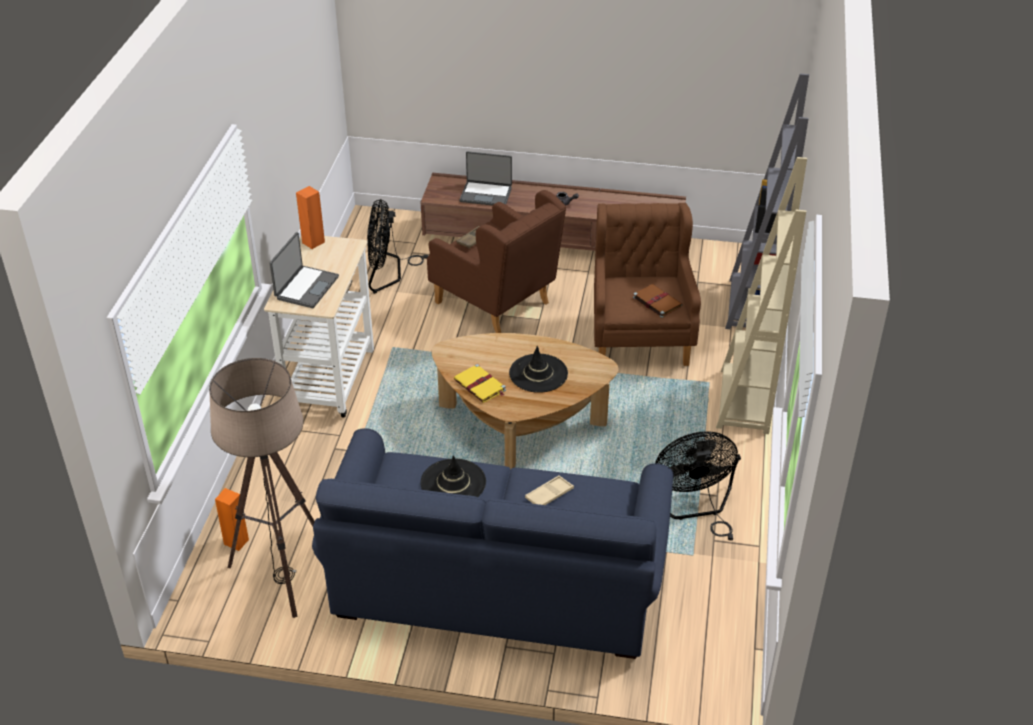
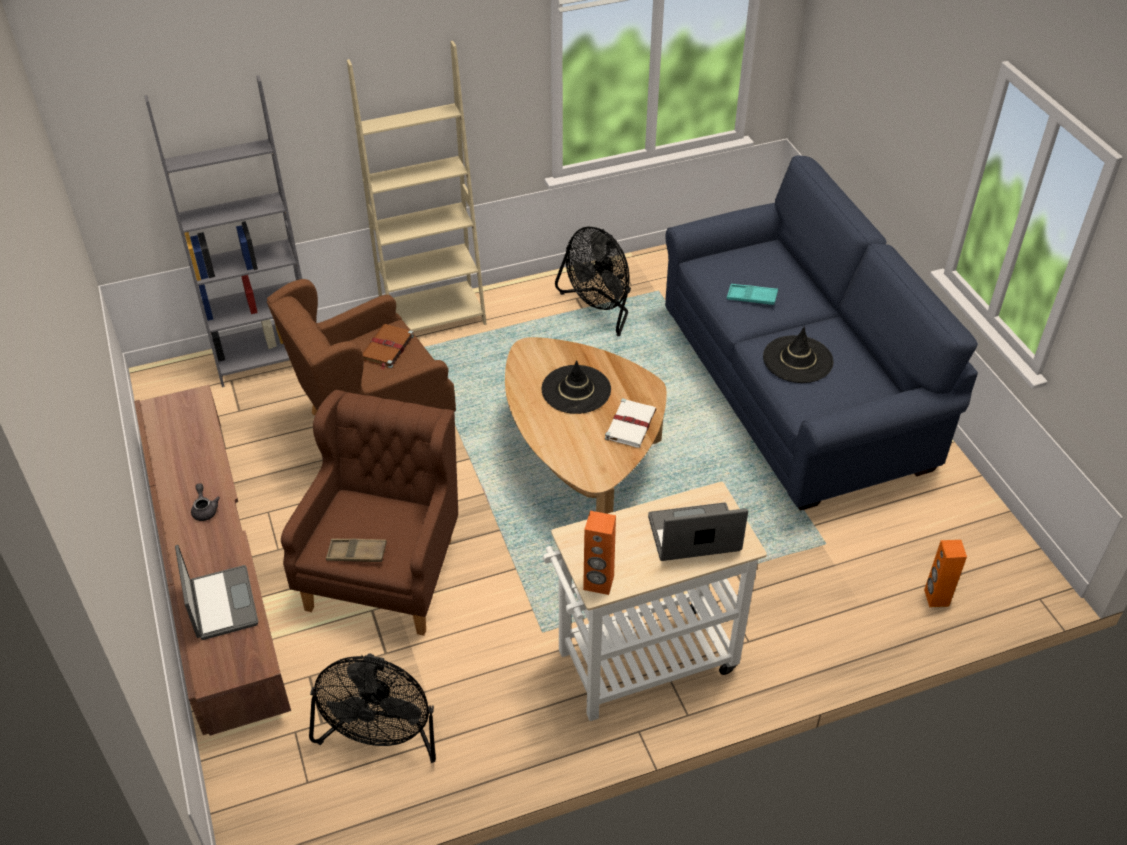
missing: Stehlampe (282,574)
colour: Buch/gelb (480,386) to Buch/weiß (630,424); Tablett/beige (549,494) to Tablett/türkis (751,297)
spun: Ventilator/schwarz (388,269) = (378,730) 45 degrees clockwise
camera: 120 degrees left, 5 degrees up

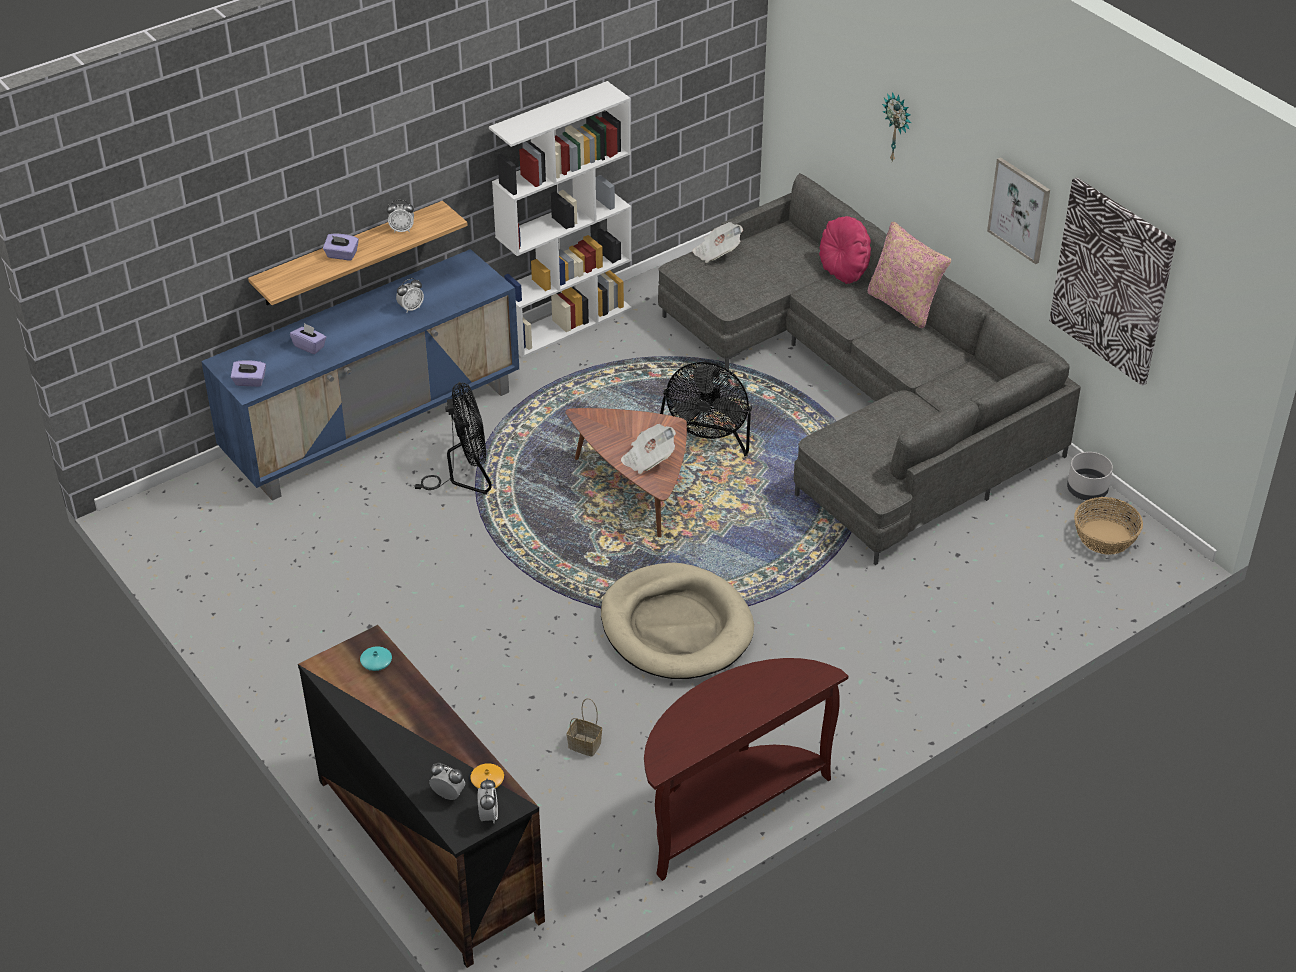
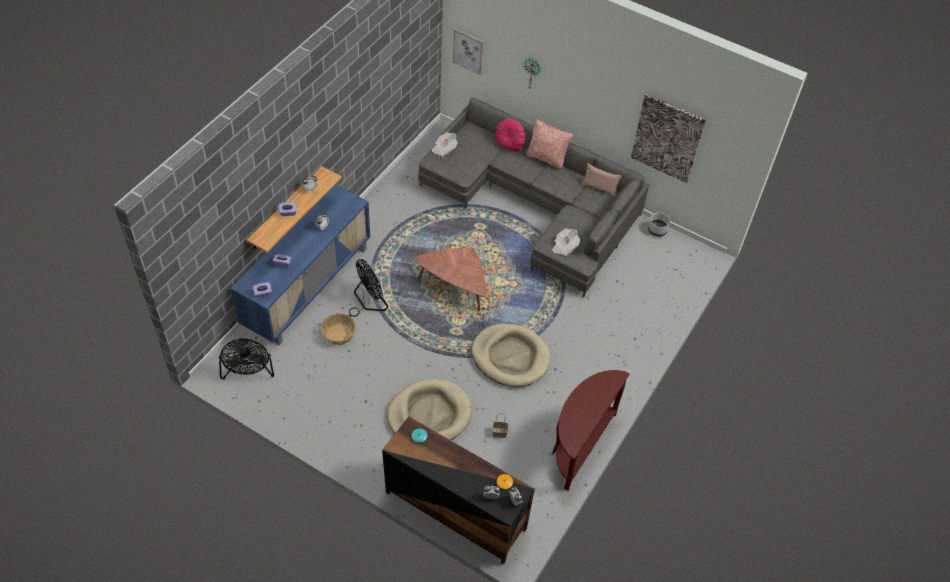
missing: Bücherregal/weiß (567,323)
appeared: Hundebett/beige (429,414); Kissen/beige (599,188)
relocated: Zeitung (648,459) to (564,246); Ventilator/schwarz (705,435) to (246,369); Bild (1019,210) to (468,51); Korb (1105,537) to (339,334)
camera: 25 degrees left, 10 degrees up

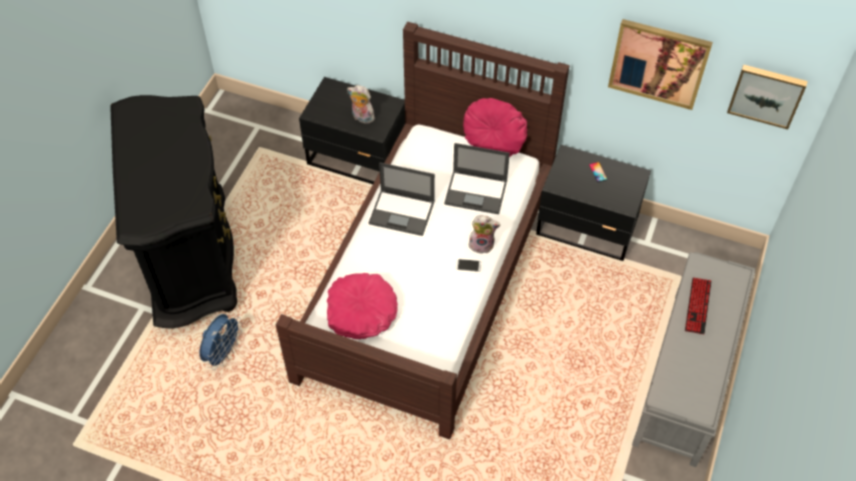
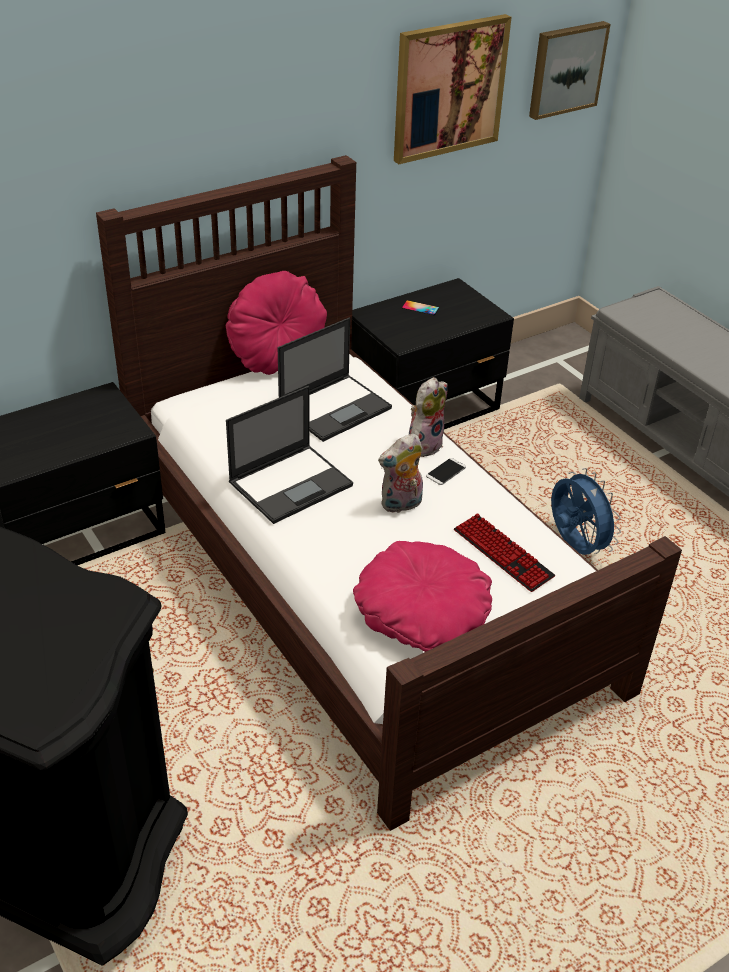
relocated: Ventilator/blau (223,353) to (574,547); Plüschtier (361,118) to (401,505); Tastatur (697,306) to (502,554)
camera: 55 degrees left, 15 degrees down

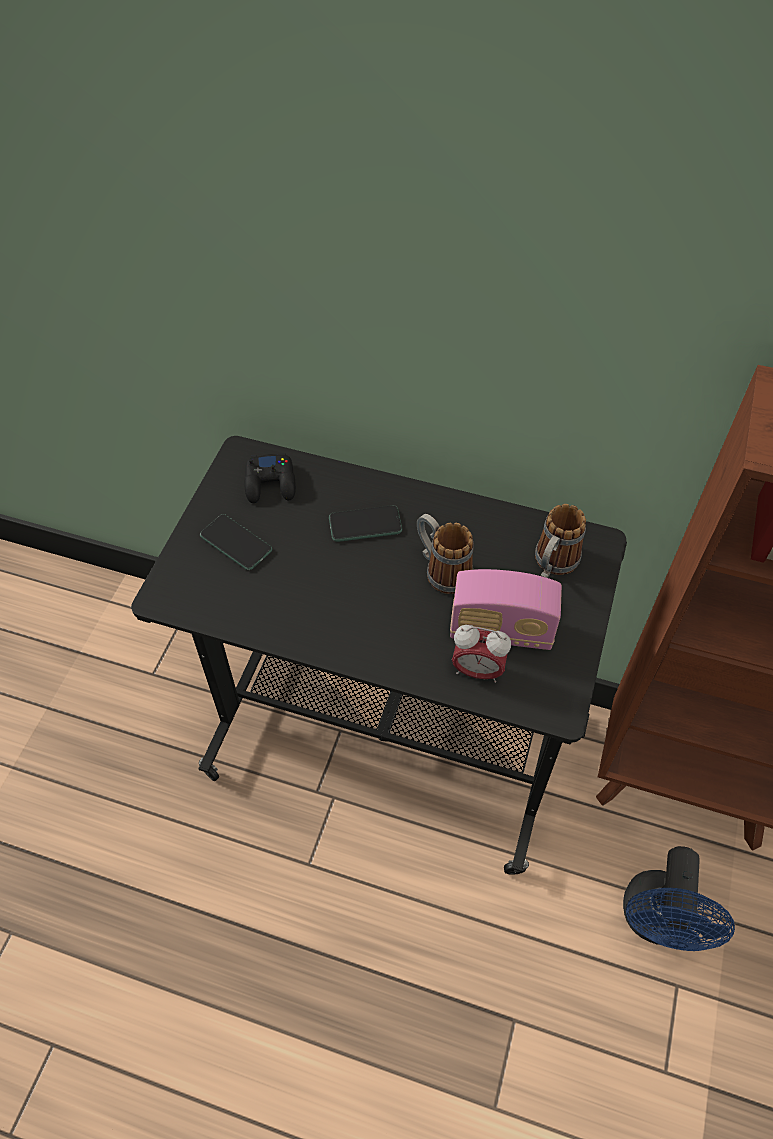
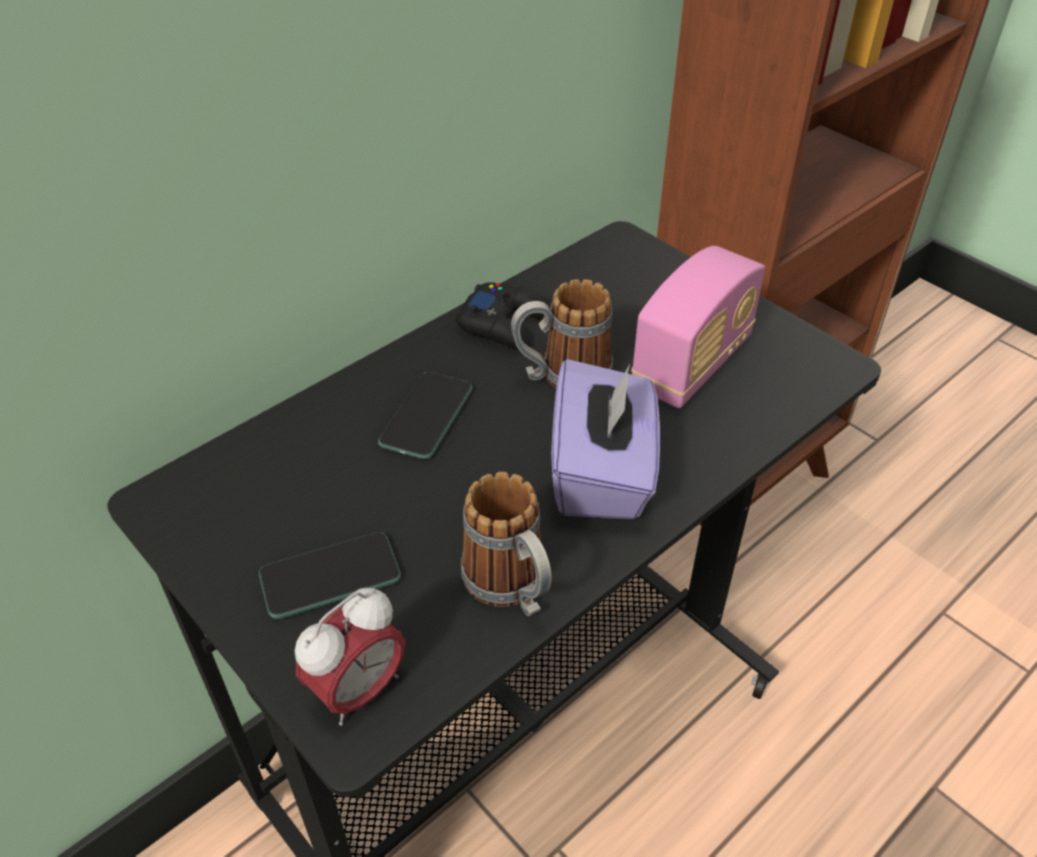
missing: Ventilator/blau (657,922)
appeared: Taschentuchbox/lila (602,473)
relocated: Gamepad/schwarz (271,483) to (504,324); Wecker (477,670) to (359,691); Henkelbecher (552,565) to (512,589)
camera: 60 degrees left, 10 degrees down

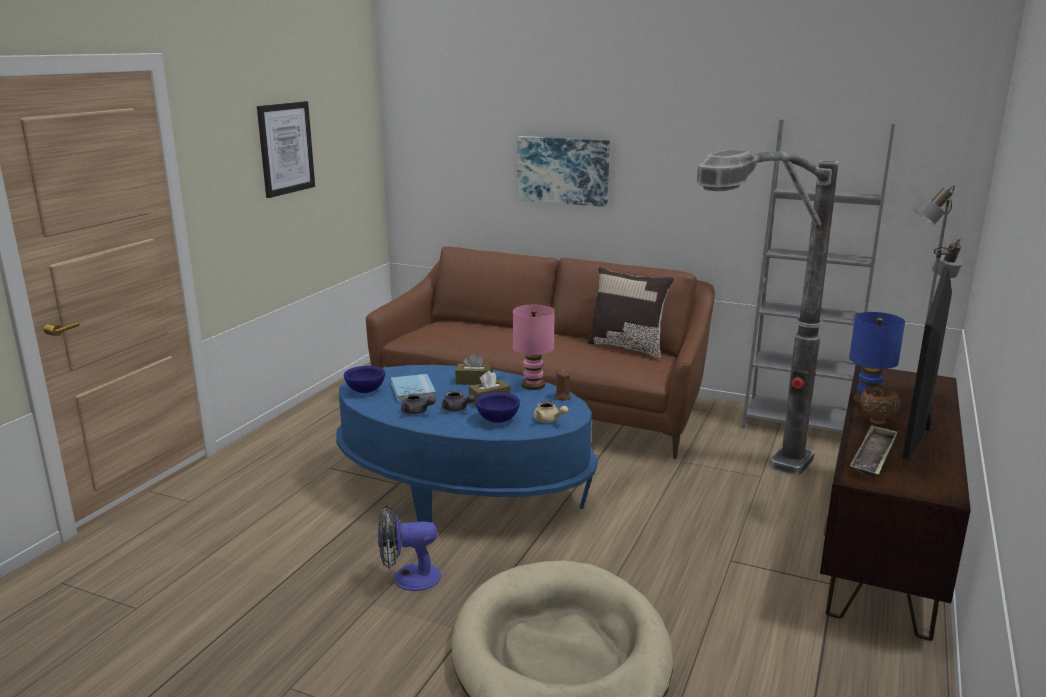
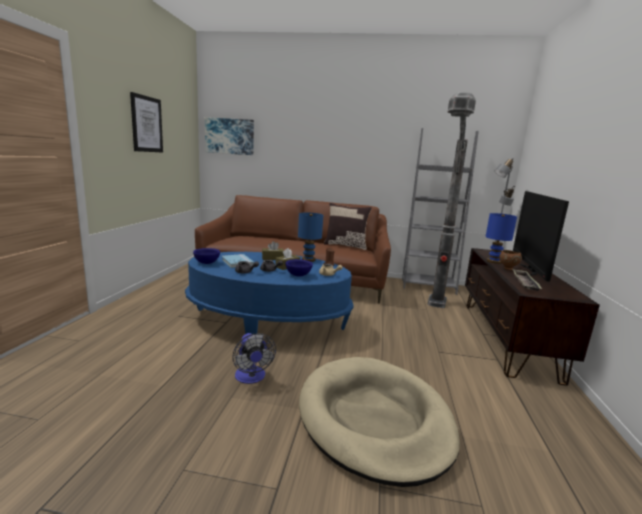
relocated: Bild (563,170) to (229,136)
colour: Tischlampe/rosa (533,385) to Tischlampe/blau (308,260)
spun: Ventilator (408,578) = (251,378) 90 degrees counterclockwise
camera: 15 degrees left, 5 degrees down

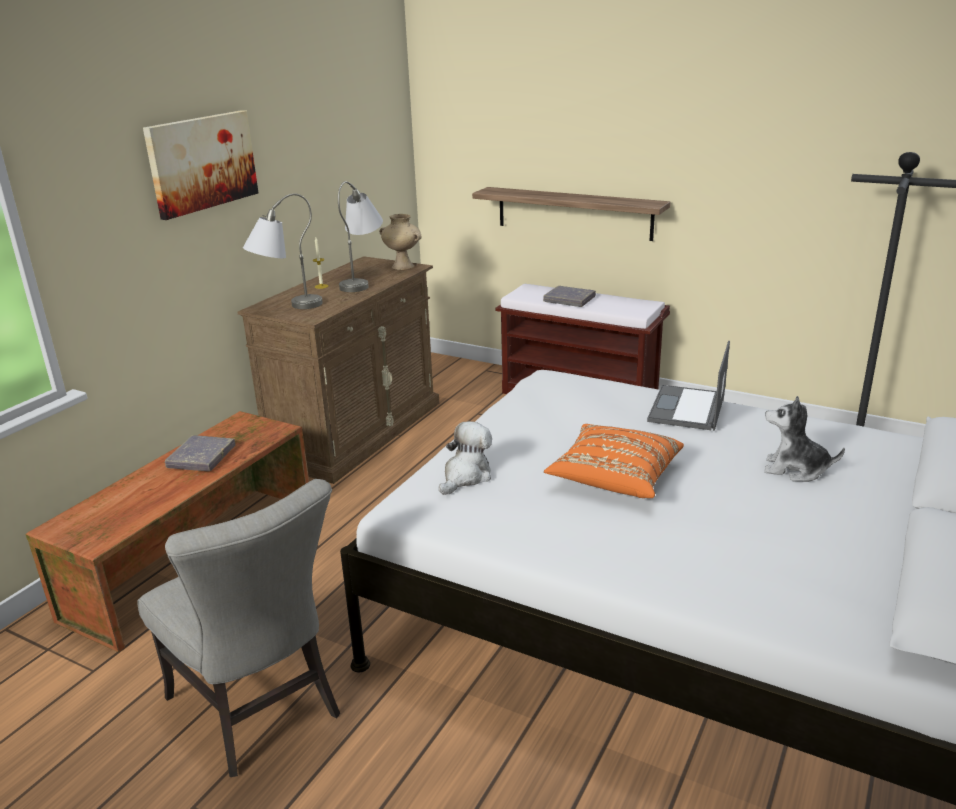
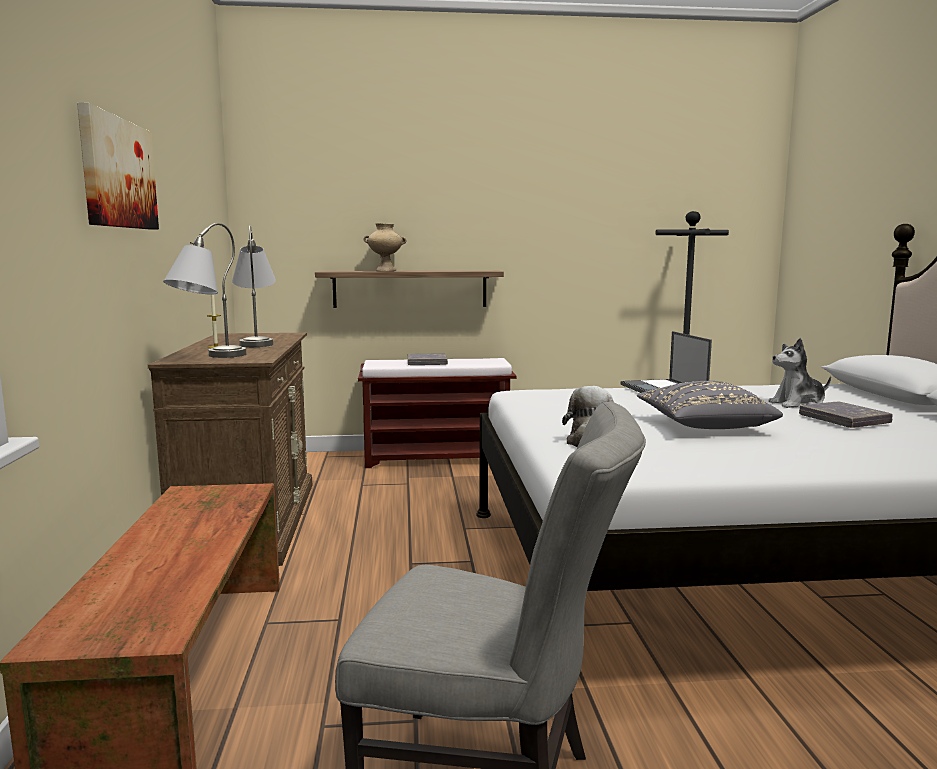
relocated: Buch/grau (201,457) to (843,420); Vase/beige (403,266) to (386,271)
colour: Kissen/orange (614,478) to Kissen/grau (703,426)
camera: 35 degrees left, 15 degrees down

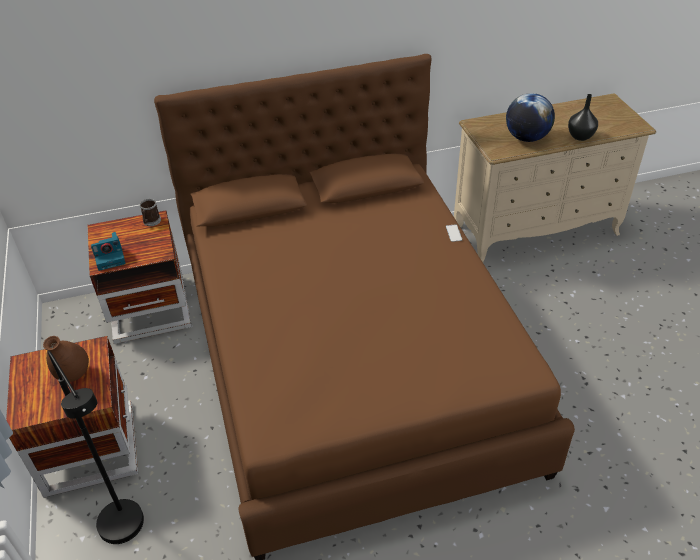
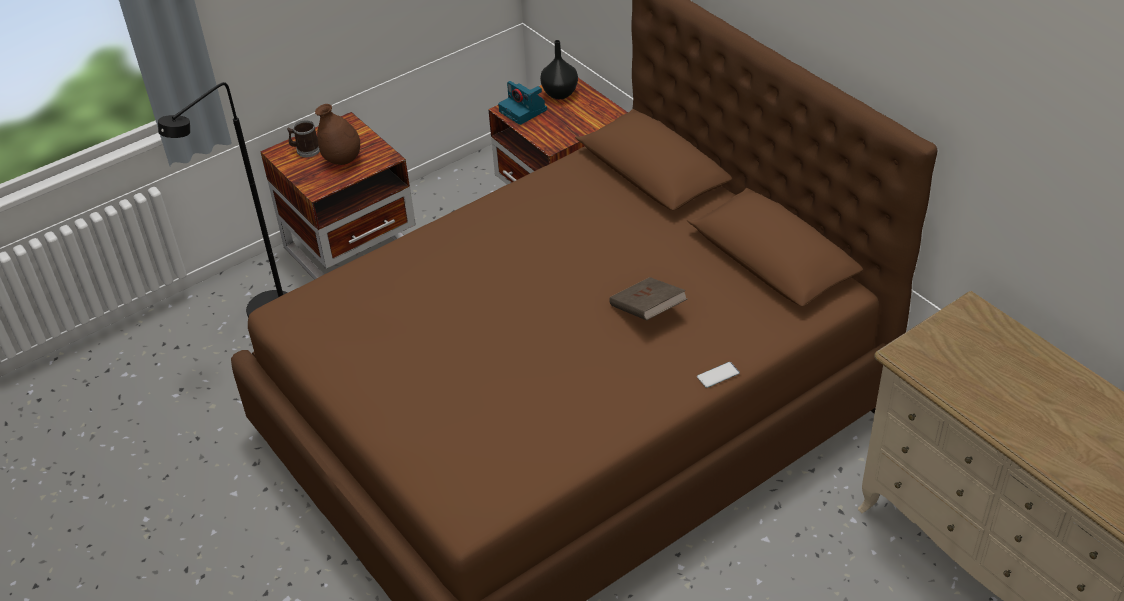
missing: Globus (526,138)
appeared: Buch/braun (647,311)
relocated: Henkelbecher (151,222) to (305,150); Vase/schwarz (579,136) to (560,93)
camera: 70 degrees right, 0 degrees up

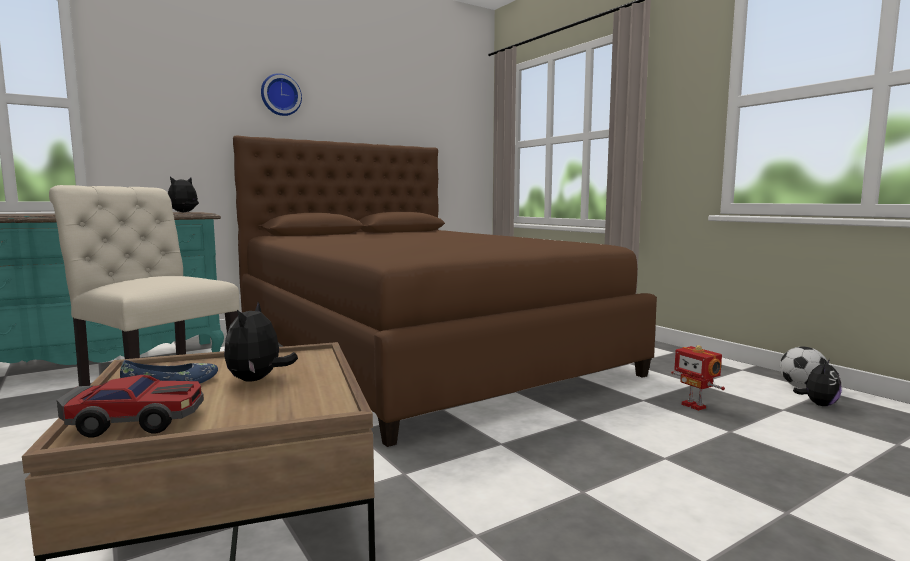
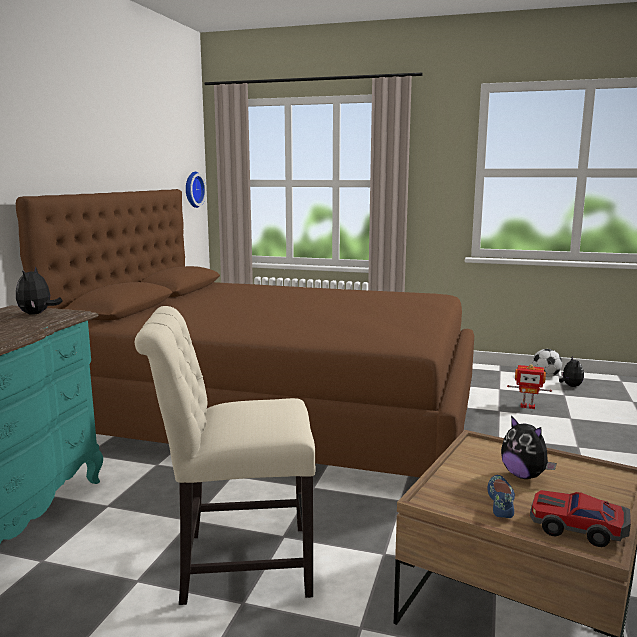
relocated: Wanduhr (280,95) to (192,189)
spun: Spielzeugauto (137,421) = (577,528) 105 degrees counterclockwise
camera: 40 degrees left, 5 degrees up

